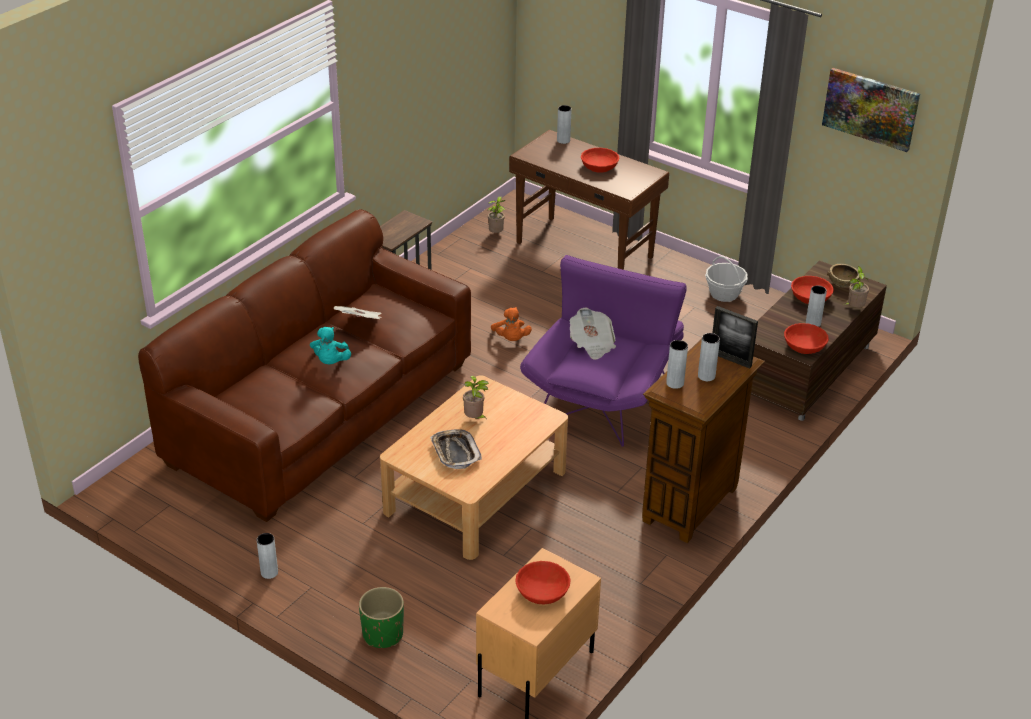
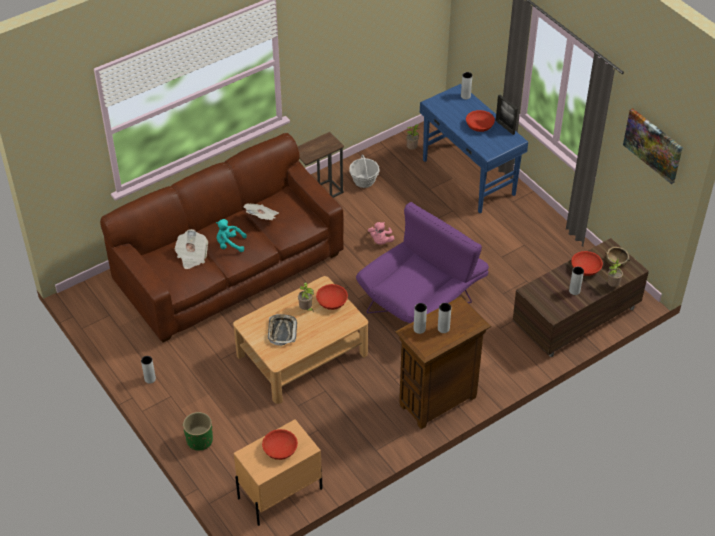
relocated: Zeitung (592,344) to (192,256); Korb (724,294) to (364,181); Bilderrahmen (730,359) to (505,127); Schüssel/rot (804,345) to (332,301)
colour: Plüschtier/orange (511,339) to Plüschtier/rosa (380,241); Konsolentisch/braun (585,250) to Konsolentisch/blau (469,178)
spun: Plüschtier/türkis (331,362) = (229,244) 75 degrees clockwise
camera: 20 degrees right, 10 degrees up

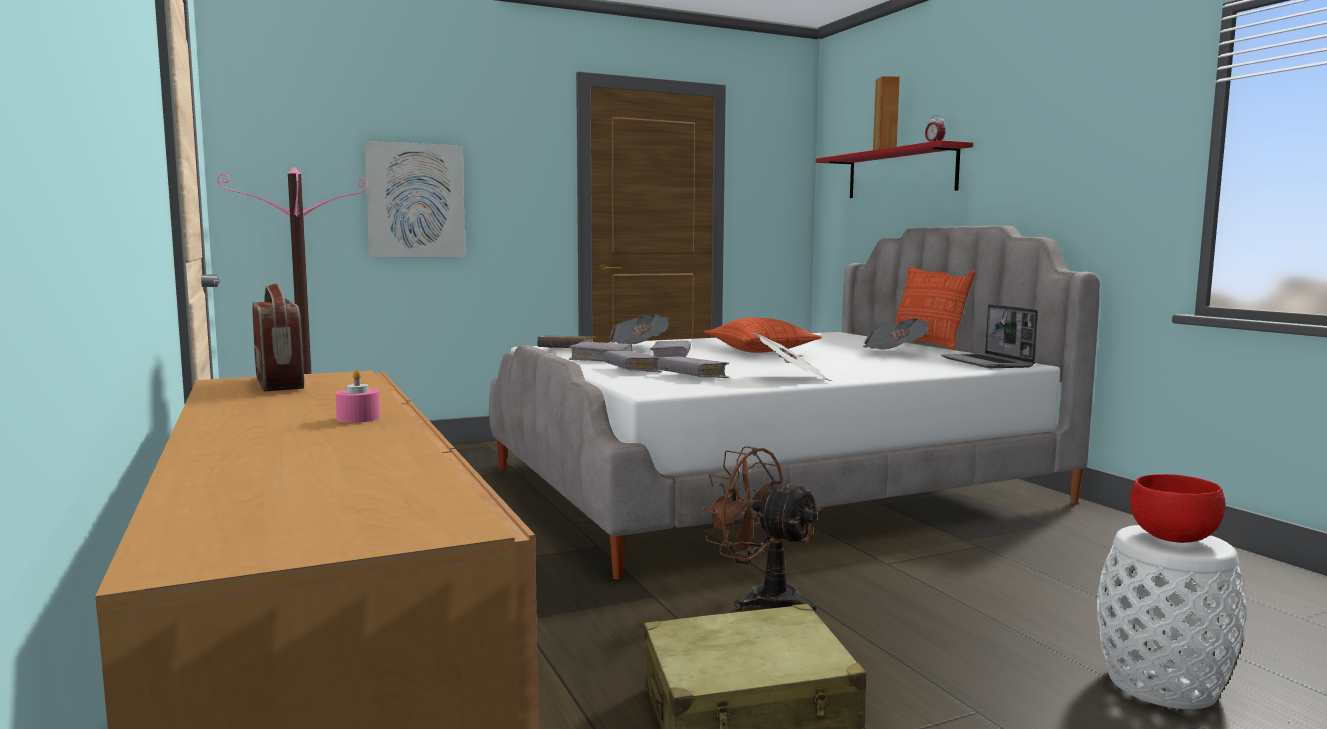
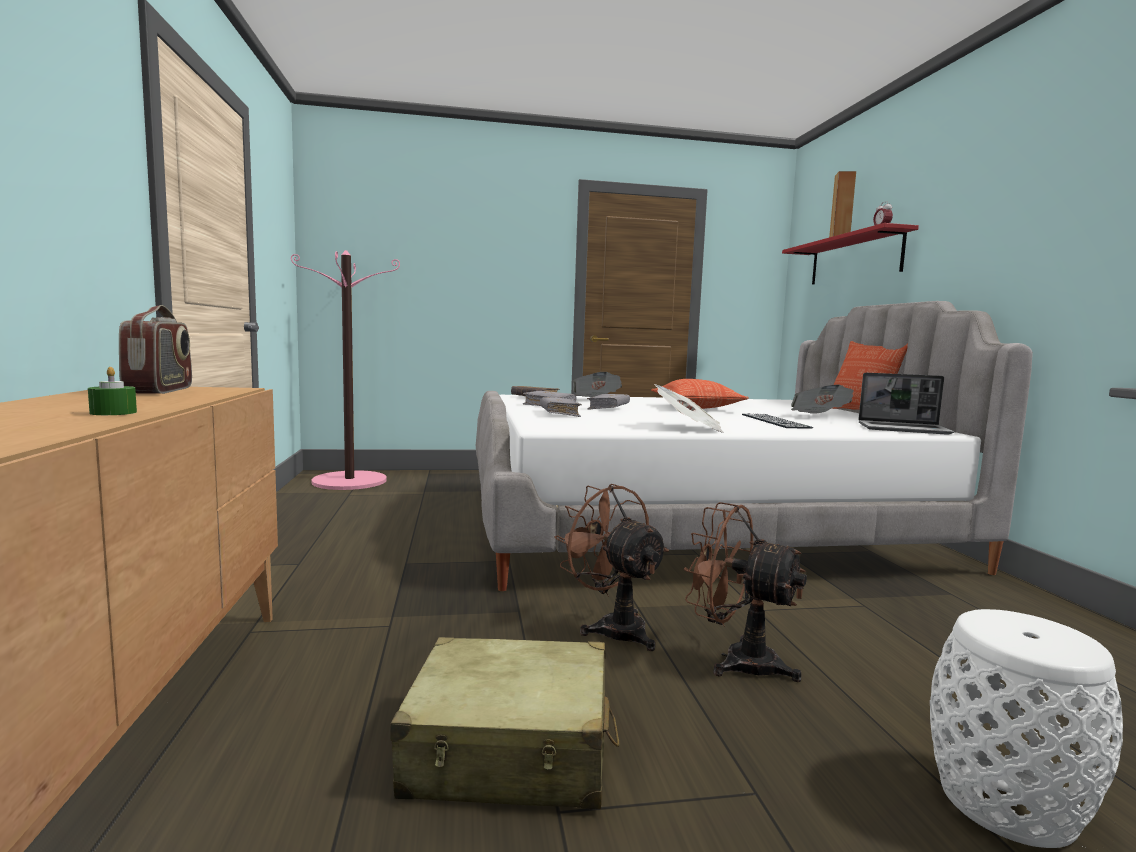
missing: Bild (415,200); Buch/grau (692,377); Schüssel/rot (1172,538)
appeared: Ventilator/braun (736,660); Tastatur (775,421)
colour: Kerze/rosa (358,418) to Kerze/grün (113,412)
spun: Laptop (988,363) = (904,429) 75 degrees counterclockwise
camera: 15 degrees right, 0 degrees up

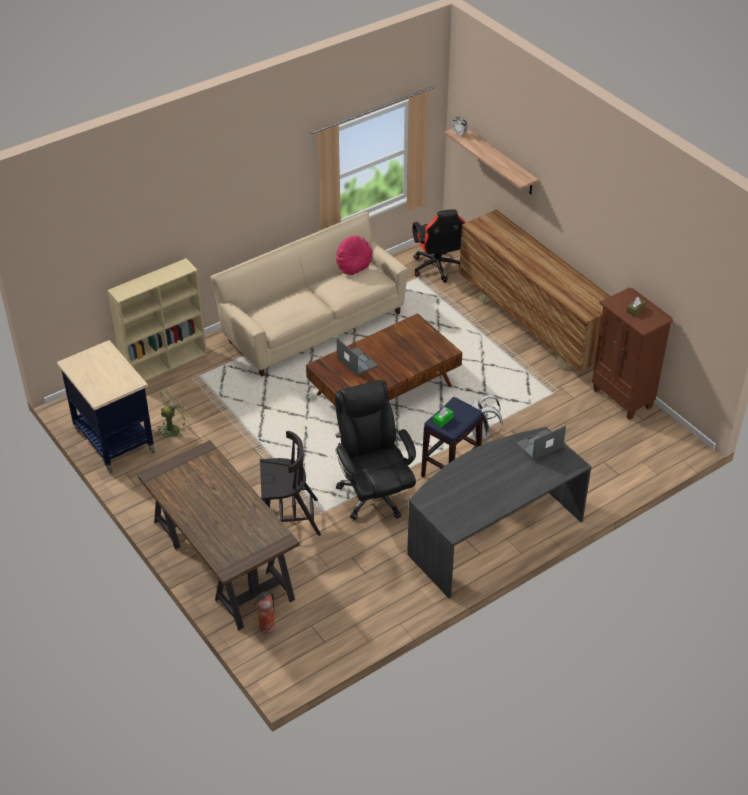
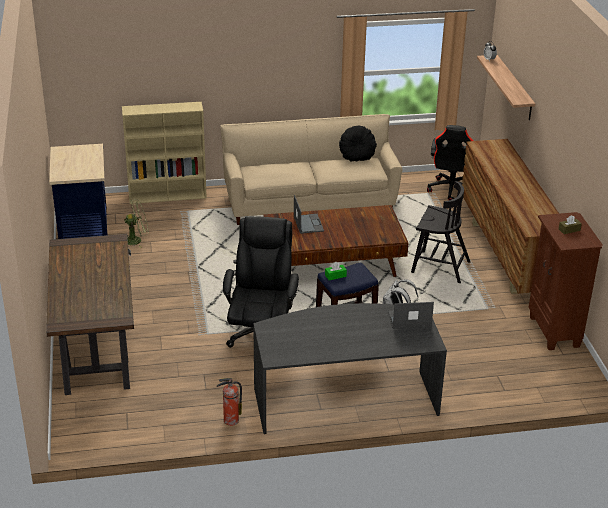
relocated: Feuerlöscher (266,627) to (230,421); Stuhl/schwarz (288,519) to (439,267)
colour: Kissen/rosa (354,269) to Kissen/schwarz (357,158)
camera: 25 degrees right, 10 degrees down

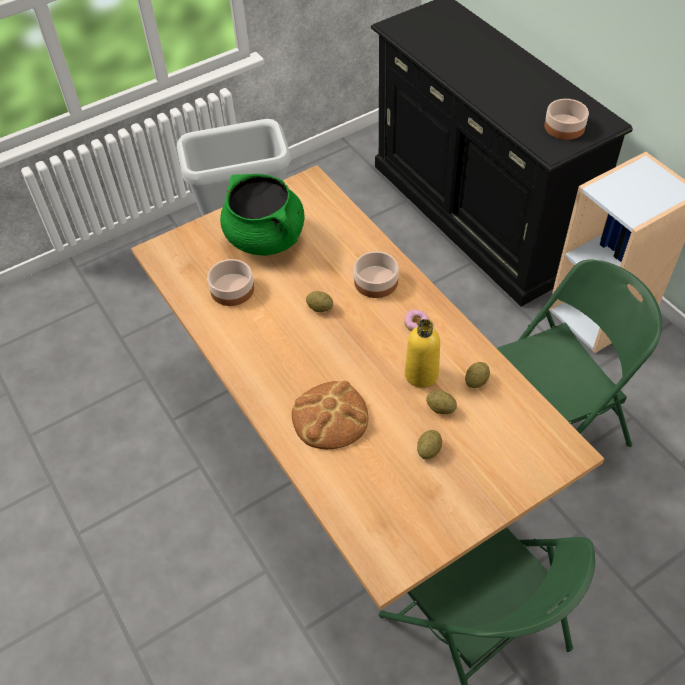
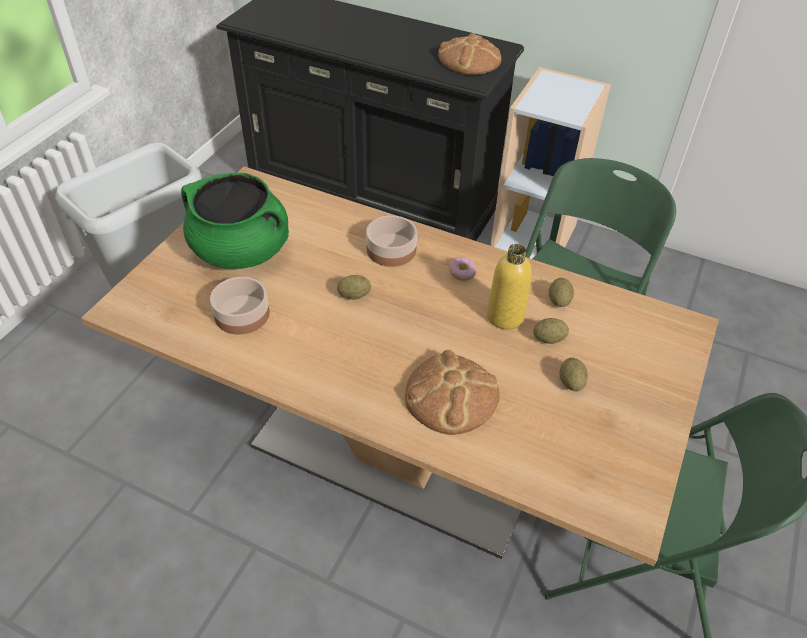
exchanged: Schüssel (564,126) to Brot (469,59)
camera: 35 degrees left, 5 degrees down

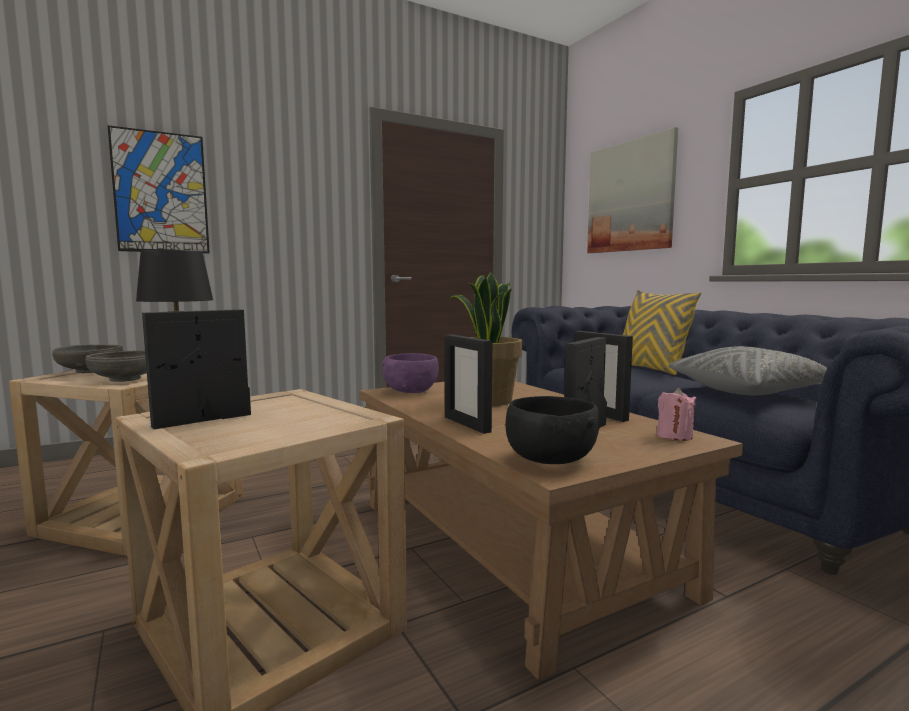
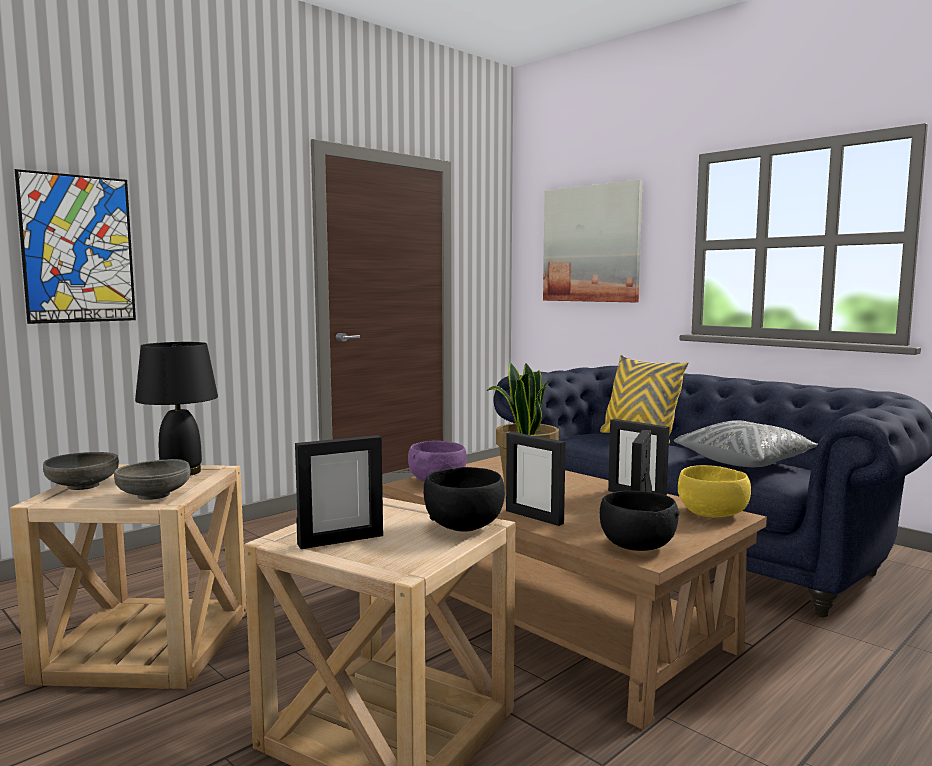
appeared: Schüssel/schwarz (464,525)
exchanged: Kerze/rosa (674,436) to Schüssel/gelb (713,514)
spun: Bilderrahmen (203,420) = (340,540) 150 degrees counterclockwise
camera: 15 degrees left, 0 degrees up

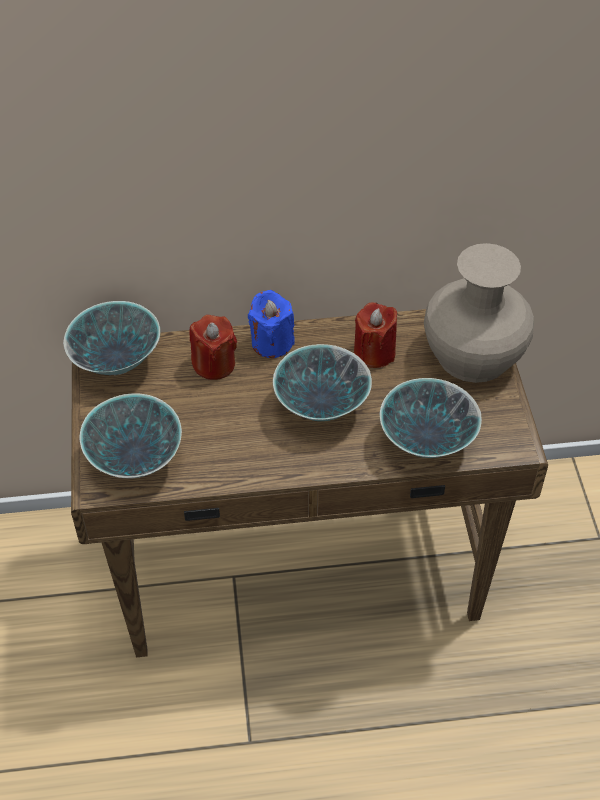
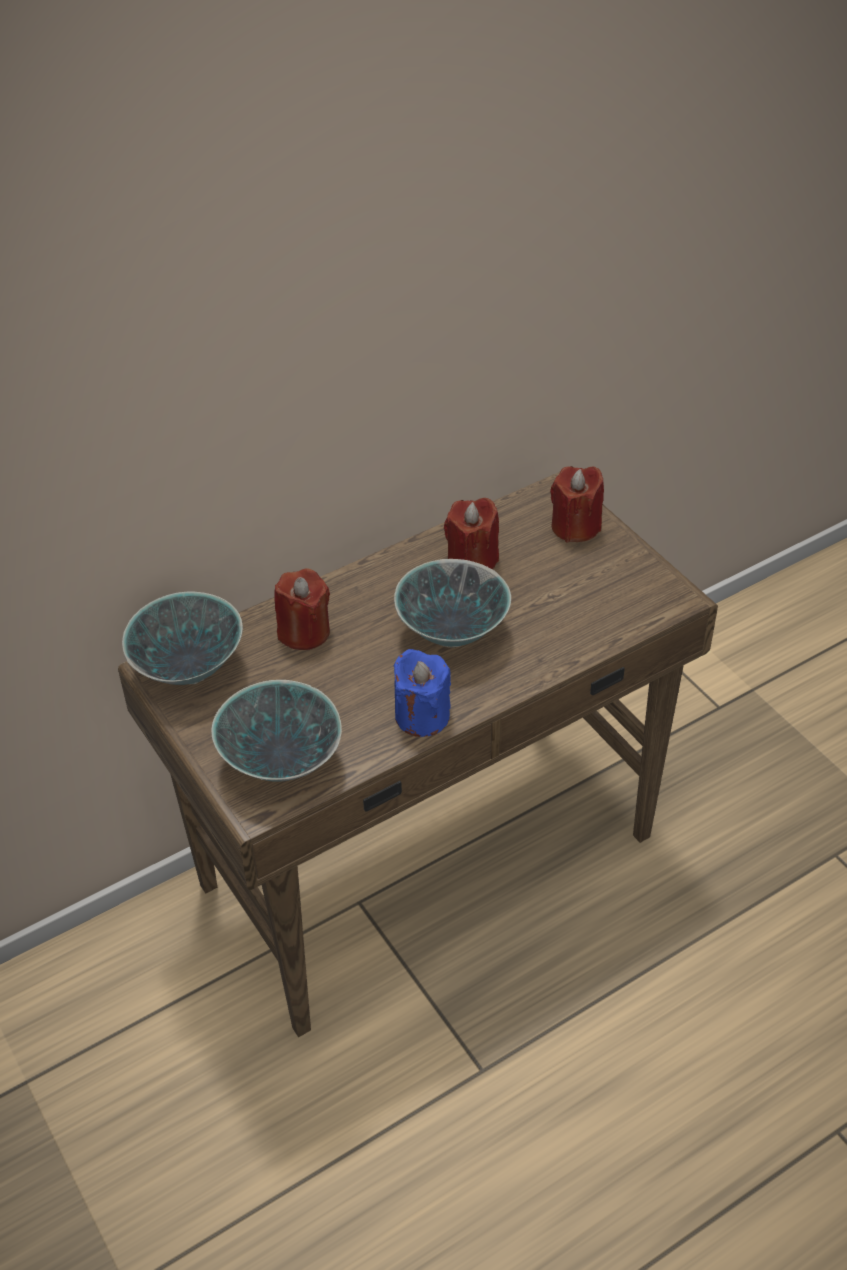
missing: Schüssel (426,443)
relocated: Kerze/blau (272,343) to (422,716)
exchanged: Vase/beige (473,355) to Kerze/rot (575,527)
camera: 25 degrees left, 5 degrees down

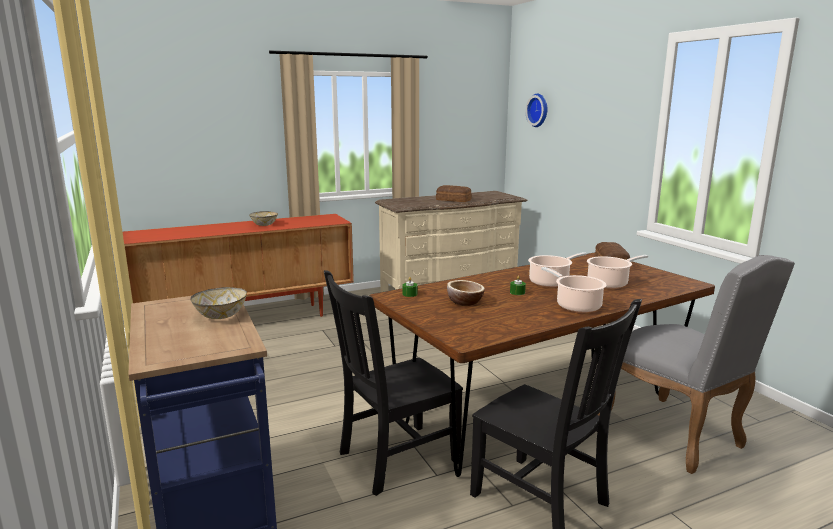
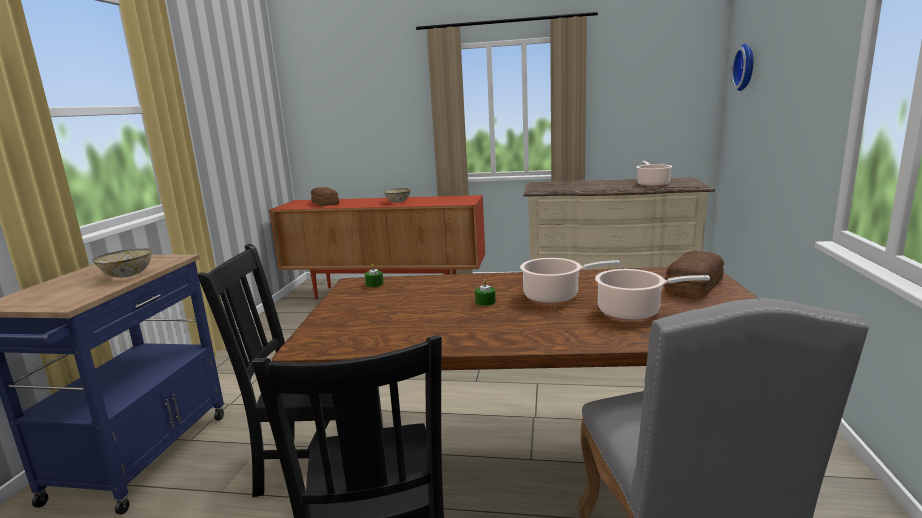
missing: Schüssel (465,302)
relocated: Brot (453,200) to (324,203); Kochtopf (576,305) to (652,184)
camera: 35 degrees right, 0 degrees up

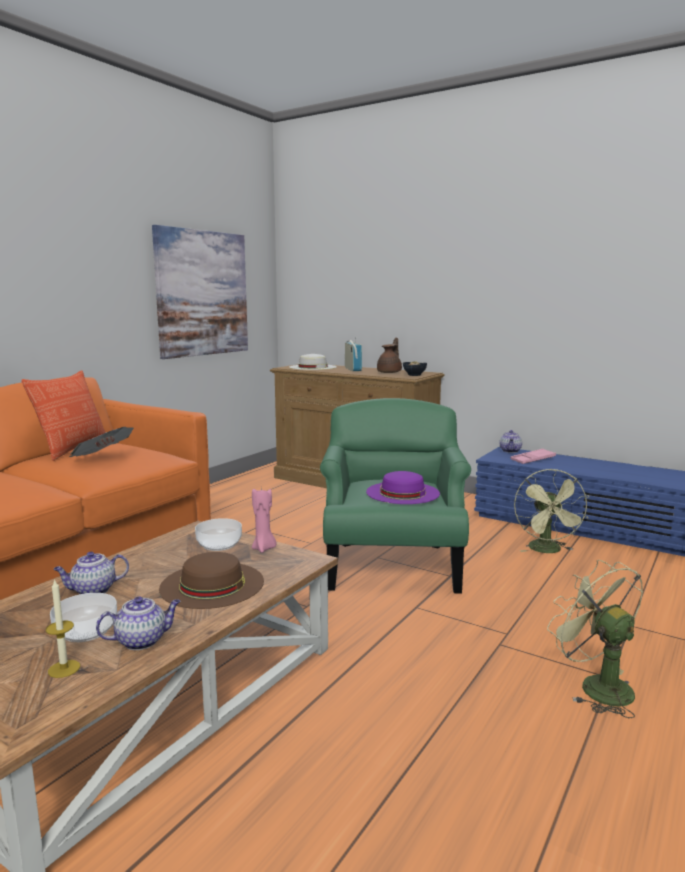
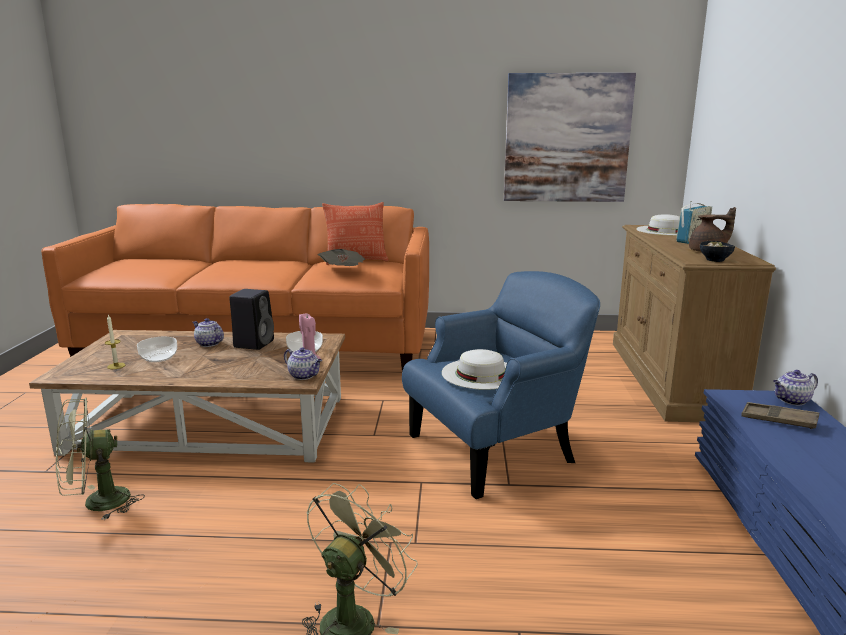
missing: Hut/braun (212,584)
appeared: Lautsprecher/schwarz (254,343)
relocated: Teekanne (142,640) to (304,376); Ventilator/grün (548,551) to (96,504)
colour: Sessel/grün (392,564) to Sessel/blau (496,449); Hut/lila (402,492) to Hut/weiß (481,373); Tablett/rosa (533,459) to Tablett/braun (778,420)
camera: 60 degrees right, 5 degrees up

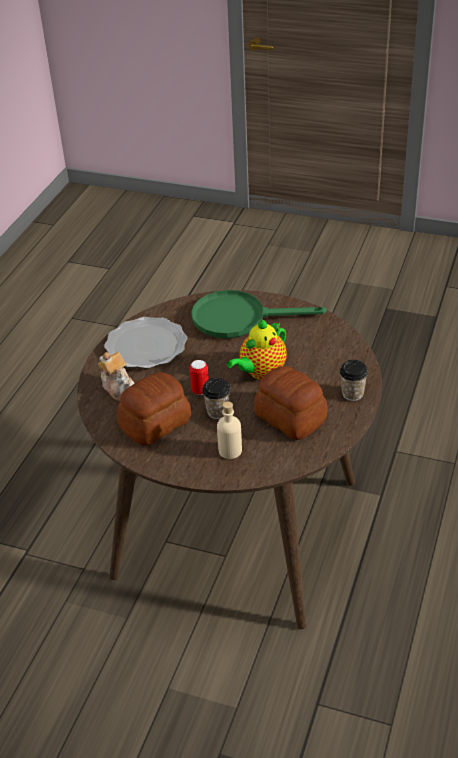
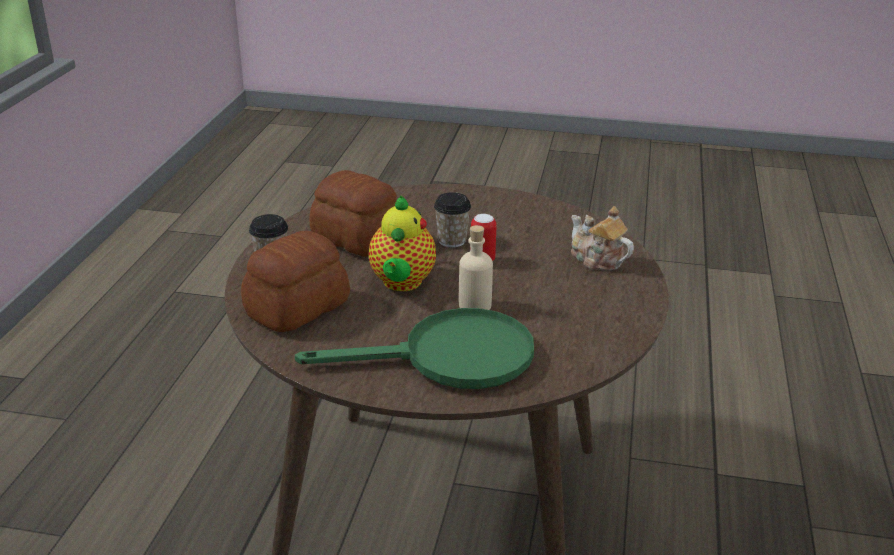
missing: Teller (146,346)
relocated: Brot (156,424) to (295,308); Flasche/beige (230,451) to (475,306)
spun: Teekanne (260,372) = (401,283) 150 degrees clockwise
camera: 170 degrees right, 10 degrees down

